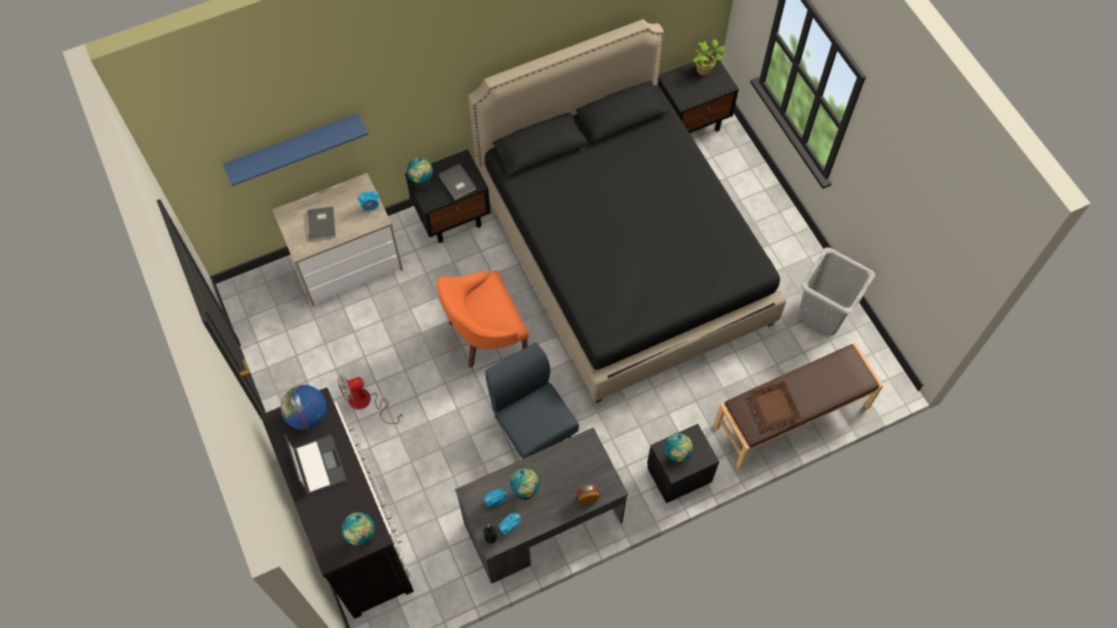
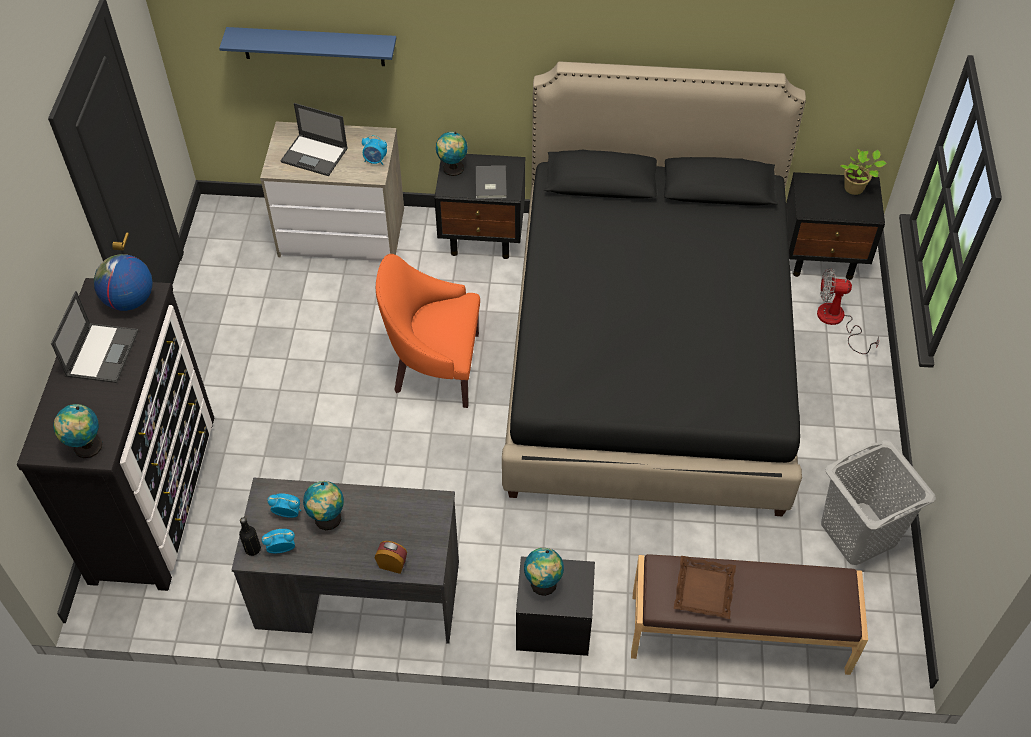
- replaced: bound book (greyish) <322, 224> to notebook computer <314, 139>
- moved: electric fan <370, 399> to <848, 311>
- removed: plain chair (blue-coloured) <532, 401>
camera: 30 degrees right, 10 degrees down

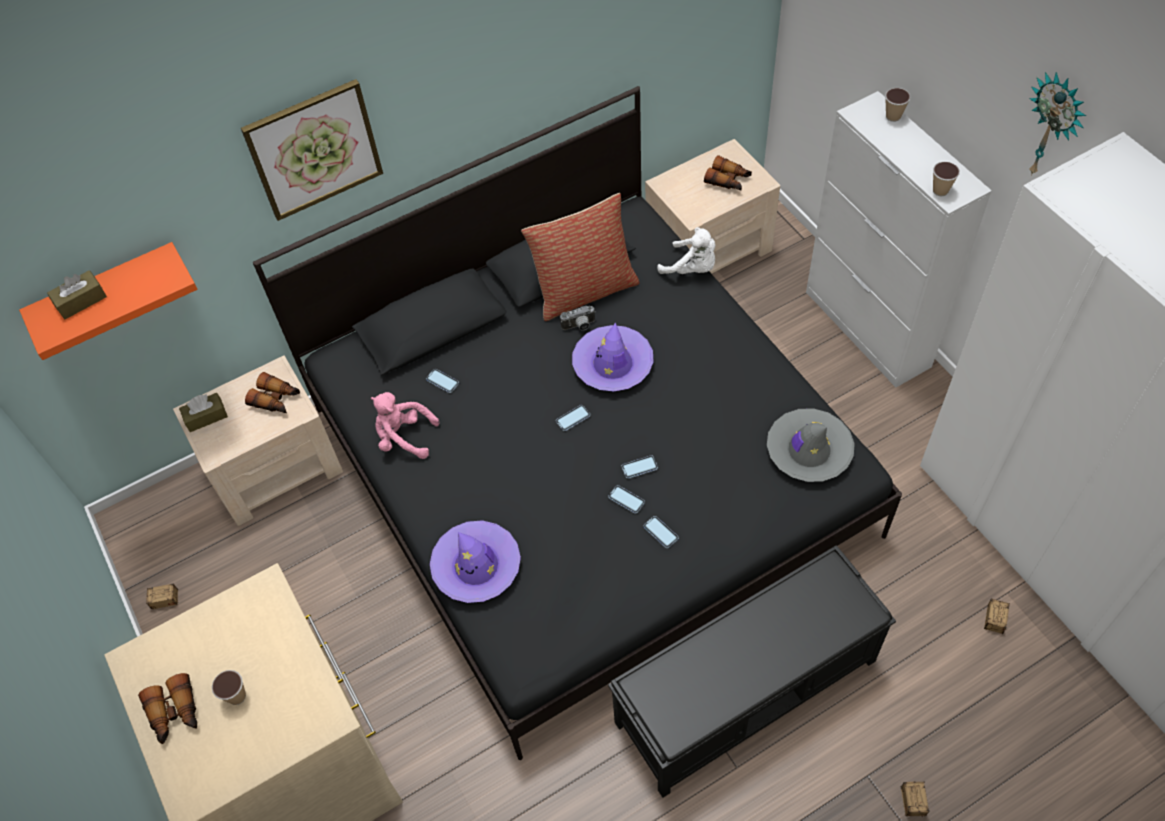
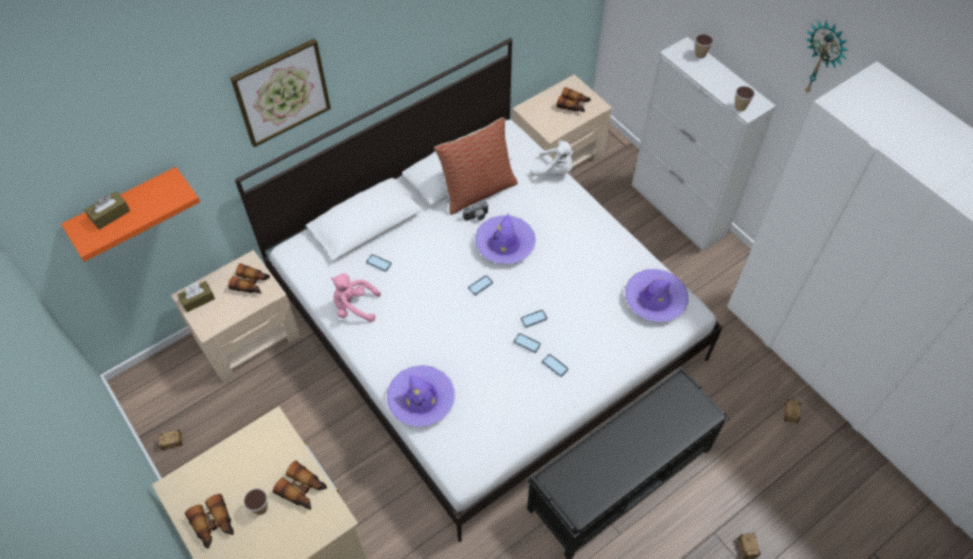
- recoloured: bed (black-coloured) <577, 423> to bed (white) <479, 290>
- added: field glasses <300, 485>
- recoloured: wearable hat (greyish) <811, 445> to wearable hat (purple) <656, 295>
camera: 10 degrees left, 0 degrees up

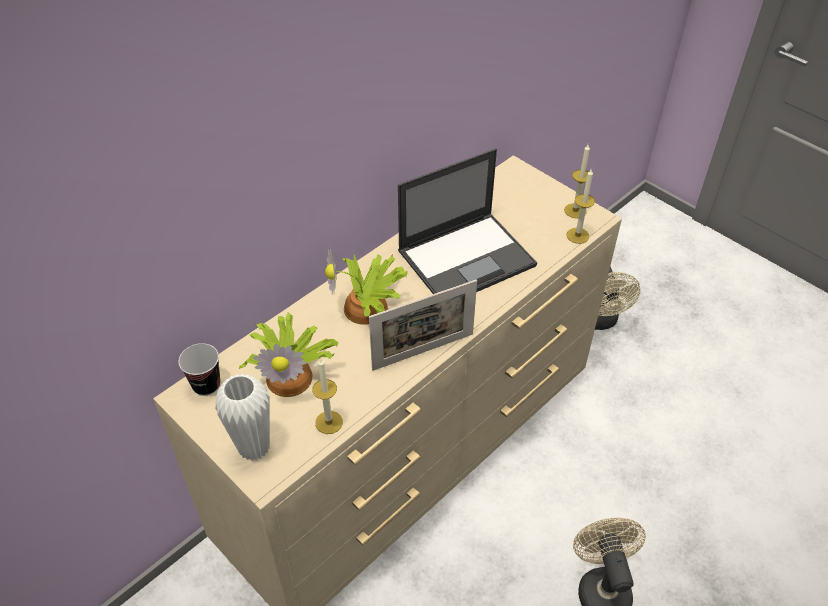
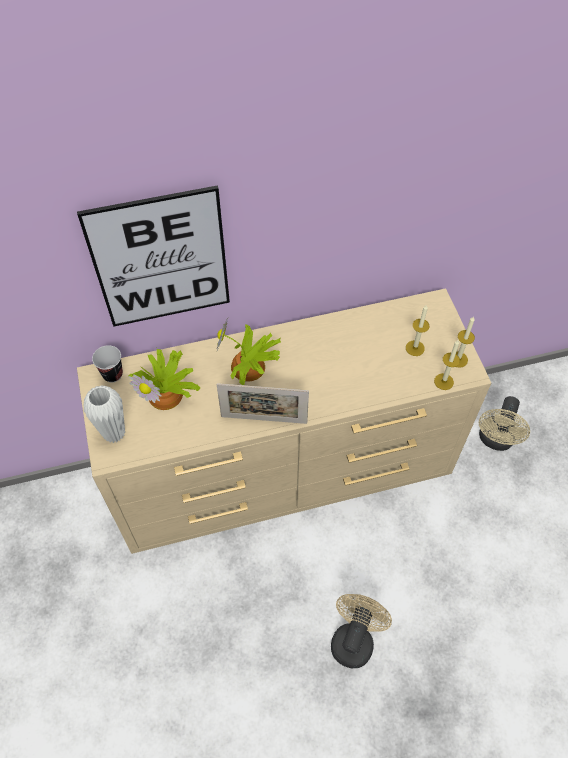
- added: wall art <153, 256>
- moved: wax candle <327, 396> to <417, 330>
- removed: notebook computer <467, 221>
camera: 30 degrees right, 10 degrees up

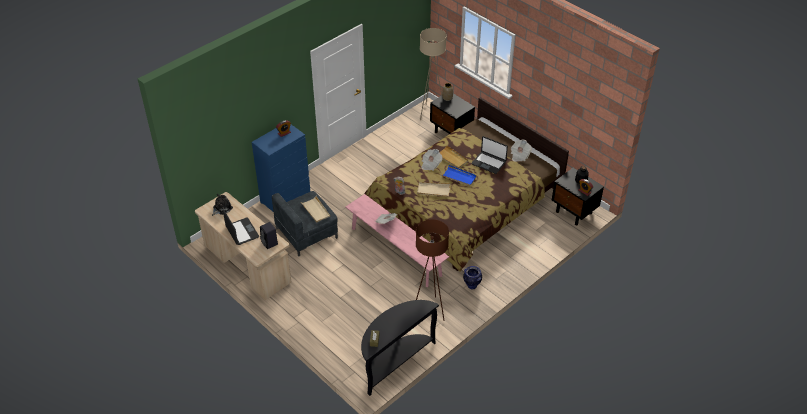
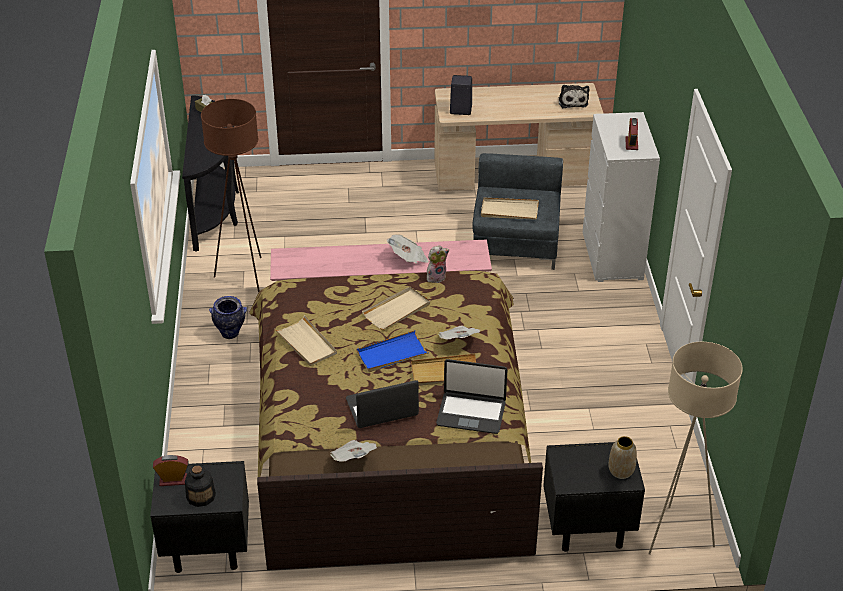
- added: carrying tray (sand-coloured) <306, 340>
- moved: notebook computer <241, 227> to <471, 396>
- recoloured: dresser (blue-coloured) <280, 168> to dresser (white) <621, 197>
camera: 130 degrees right, 5 degrees down

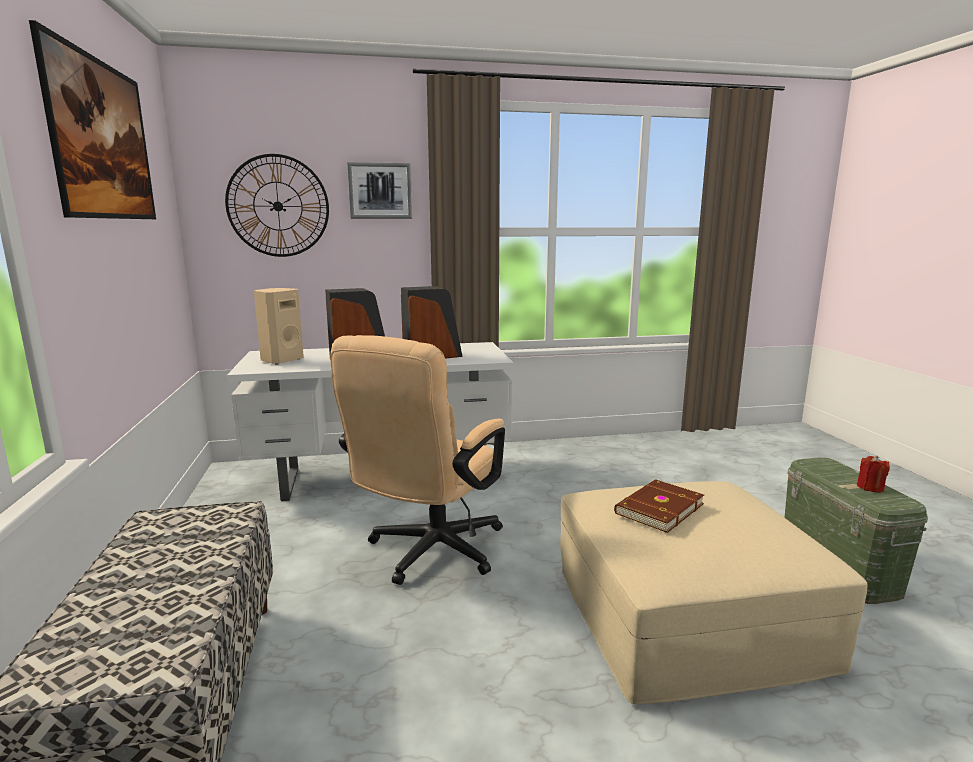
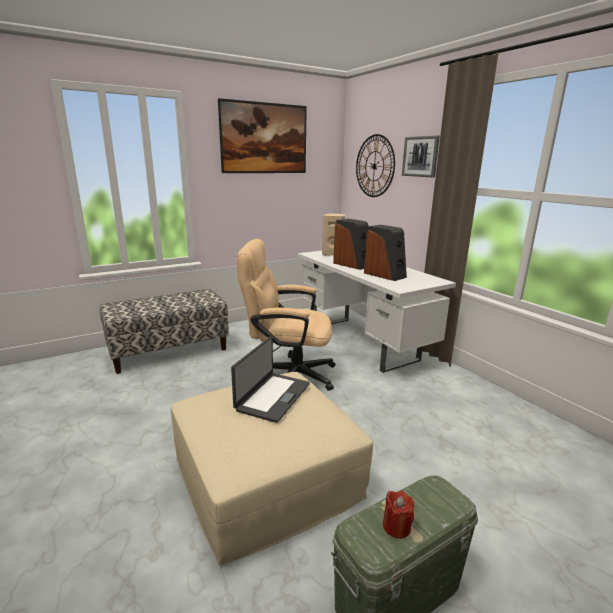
- replaced: bound book (brown) <659, 506> to notebook computer <270, 379>
camera: 70 degrees right, 5 degrees up

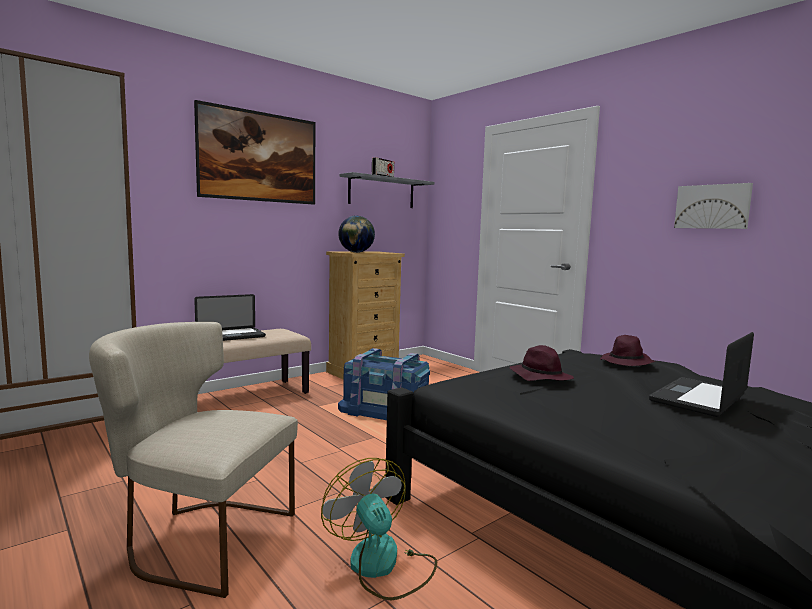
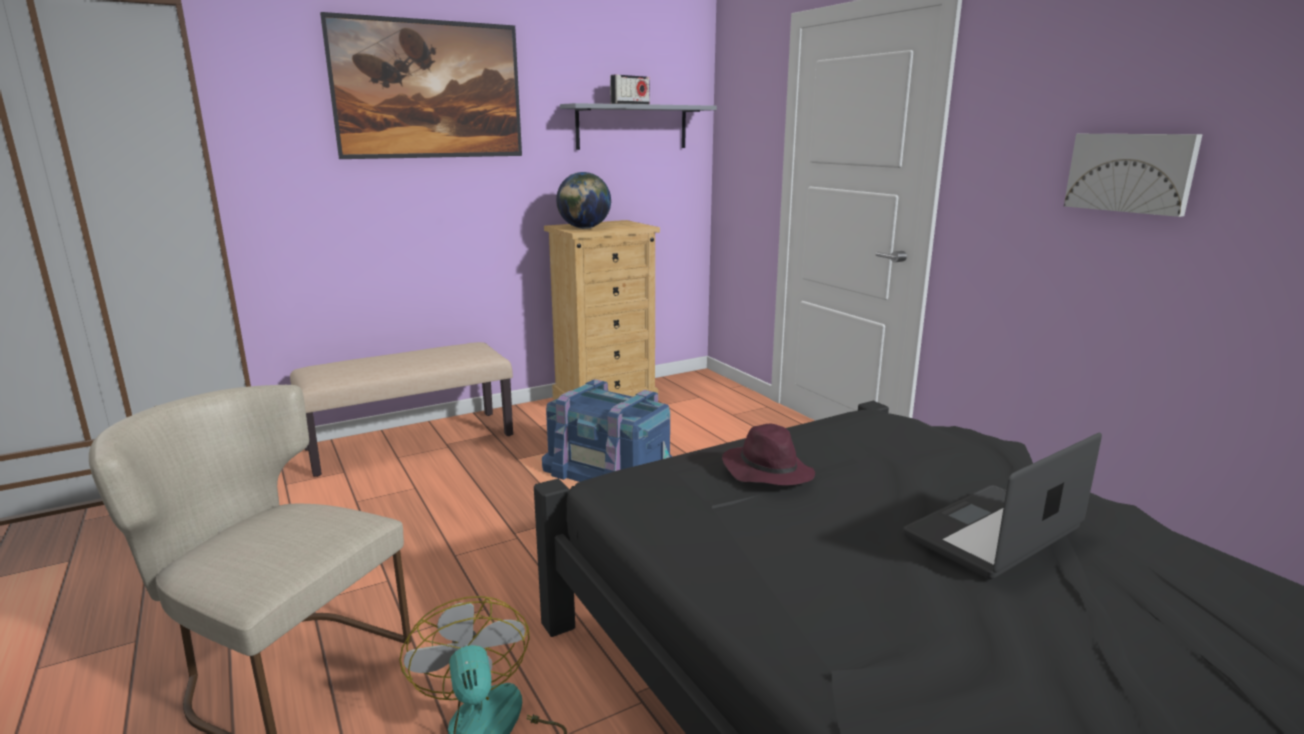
- removed: notebook computer <230, 317>
- removed: wearable hat (purple) <628, 350>
camera: 10 degrees right, 10 degrees up

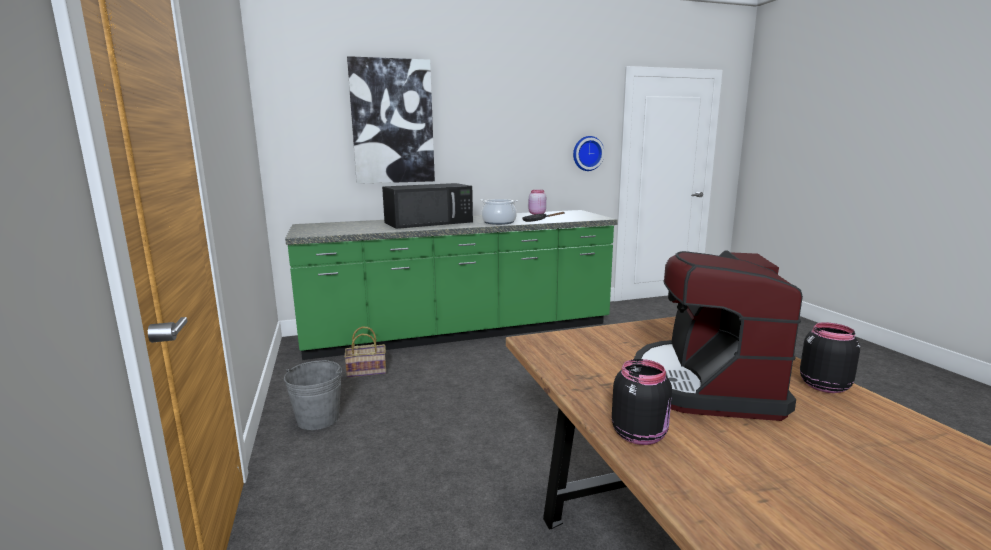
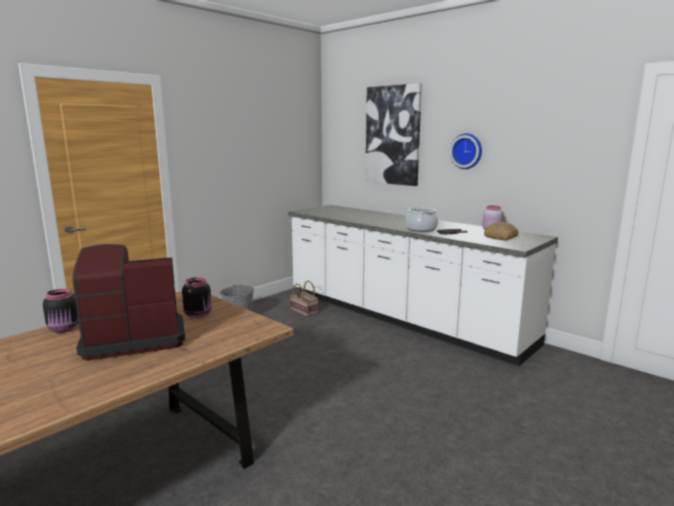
- moved: storage jar (black-coloured) <830, 357> to <197, 297>
- recoloured: counter (greenish) <451, 285> to counter (white) <423, 285>
- moved: hanging clock <588, 153> to <466, 151>
- added: bakery bread <501, 231>
- removed: microwave (black-coloured) <427, 206>
camera: 60 degrees right, 0 degrees up

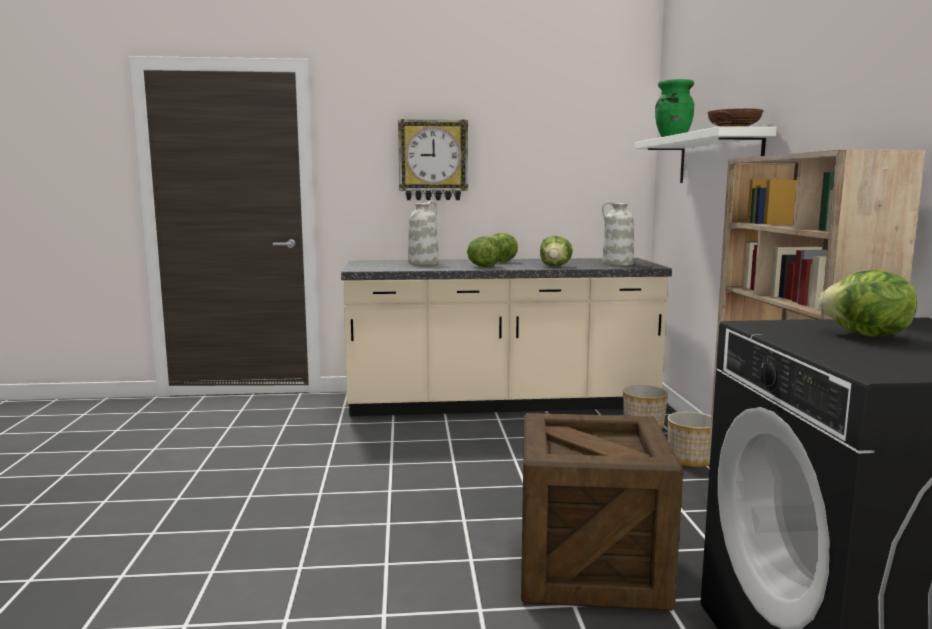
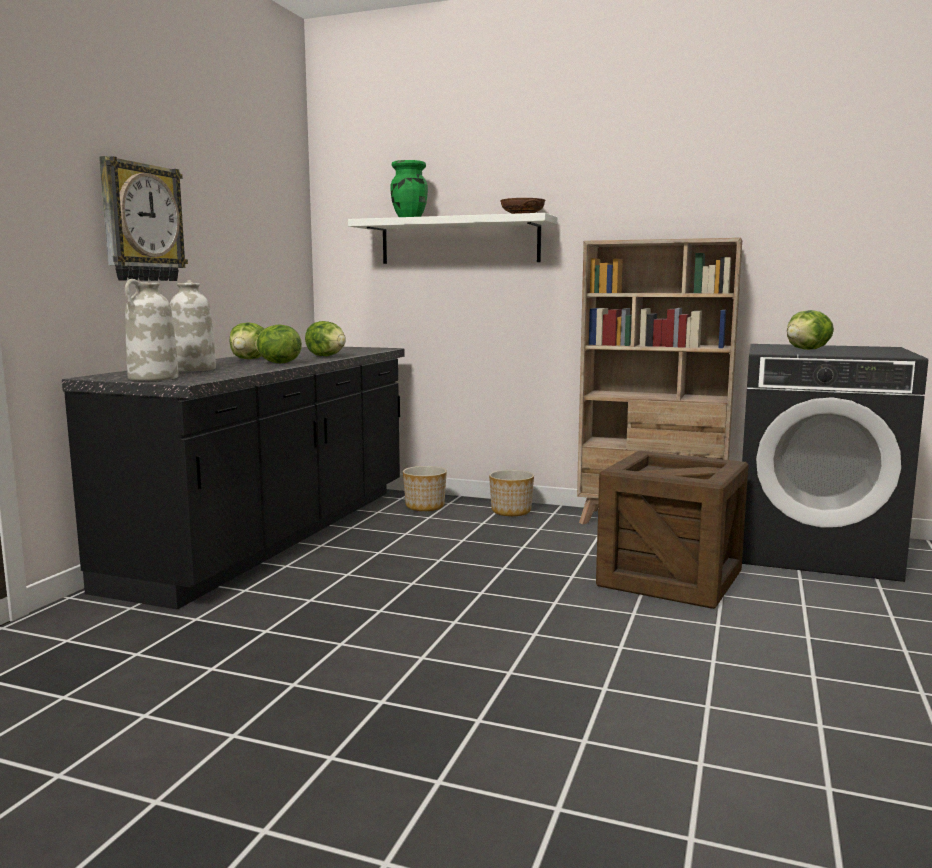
- recoloured: counter (sand-coloured) <506, 337> to counter (black-coloured) <233, 478>
- moved: vase (white) <618, 233> to <152, 330>
camera: 65 degrees left, 0 degrees up

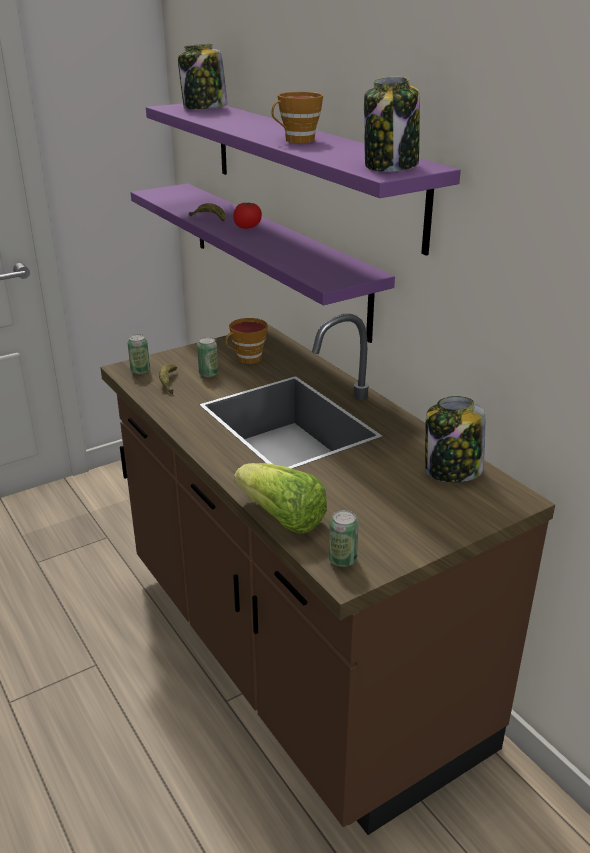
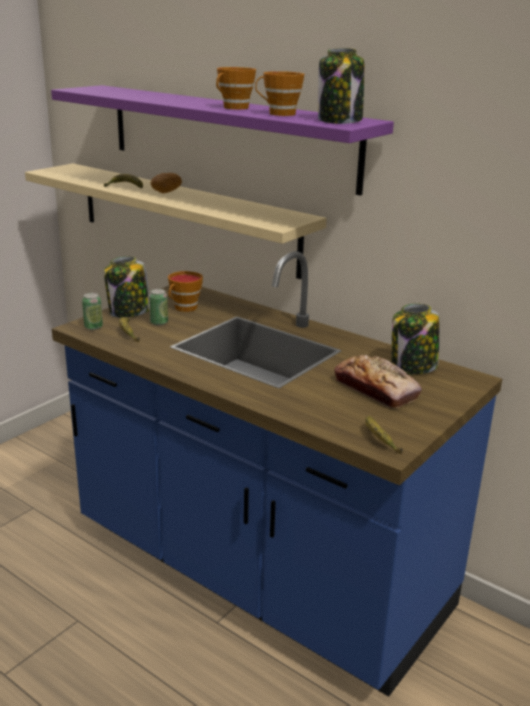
- recoloured: bracket shelf (purple) <263, 263> to bracket shelf (sand-coloured) <176, 221>
- recoloured: counter (brown) <327, 574> to counter (blue-coloured) <277, 474>
- moved: storage jar <202, 76> to <127, 287>
- replaced: whole tomato <247, 216> to whole potato <166, 183>
- added: small cup <279, 93>
- added: bakery bread <378, 381>
- replaced: sealed can <344, 538> to banana fruit <384, 435>
- removed: head of lettuce <280, 498>
camera: 20 degrees left, 5 degrees down

